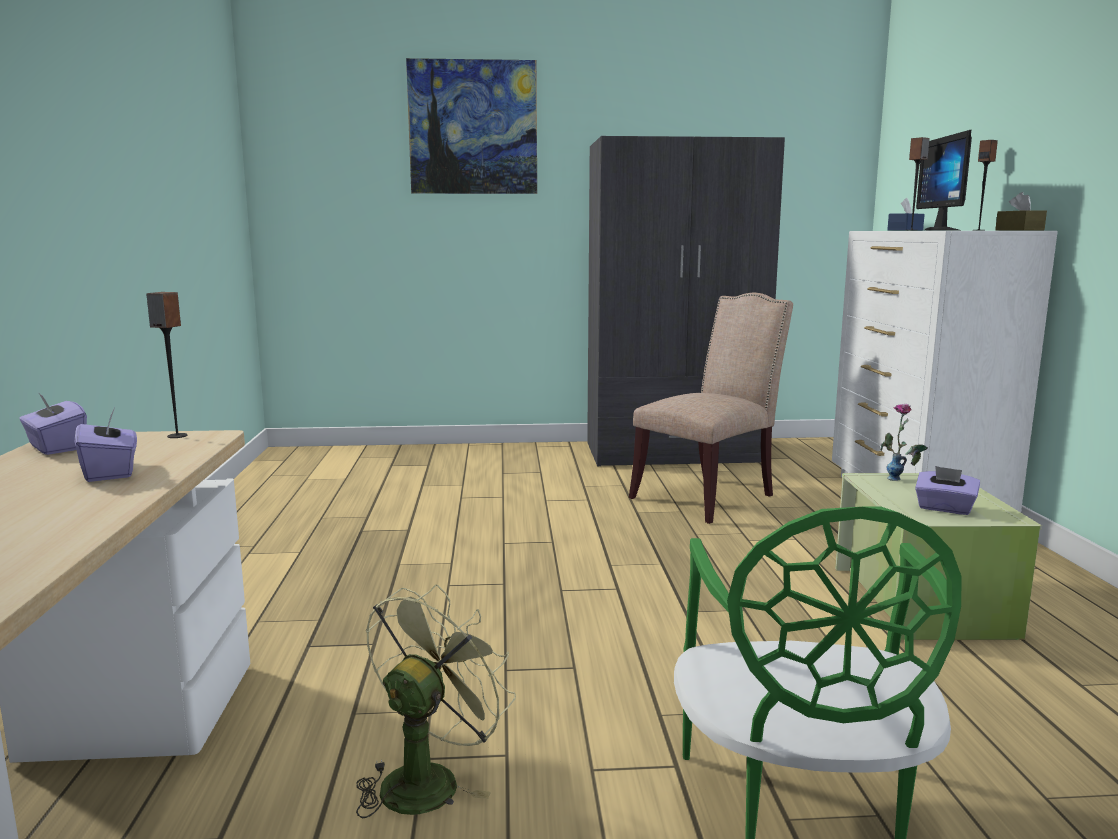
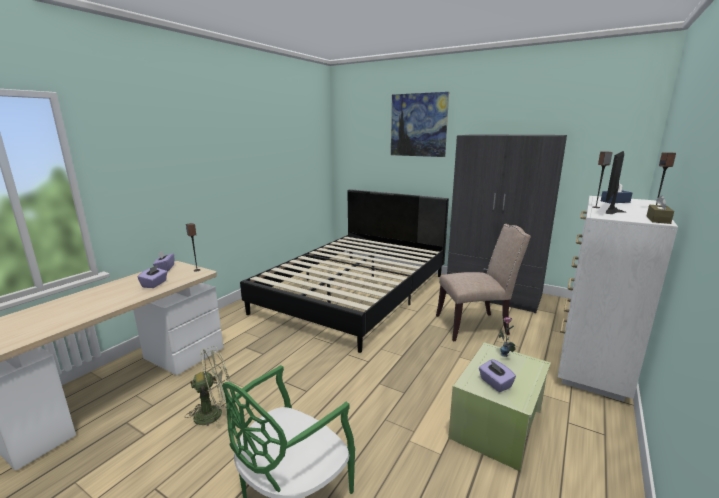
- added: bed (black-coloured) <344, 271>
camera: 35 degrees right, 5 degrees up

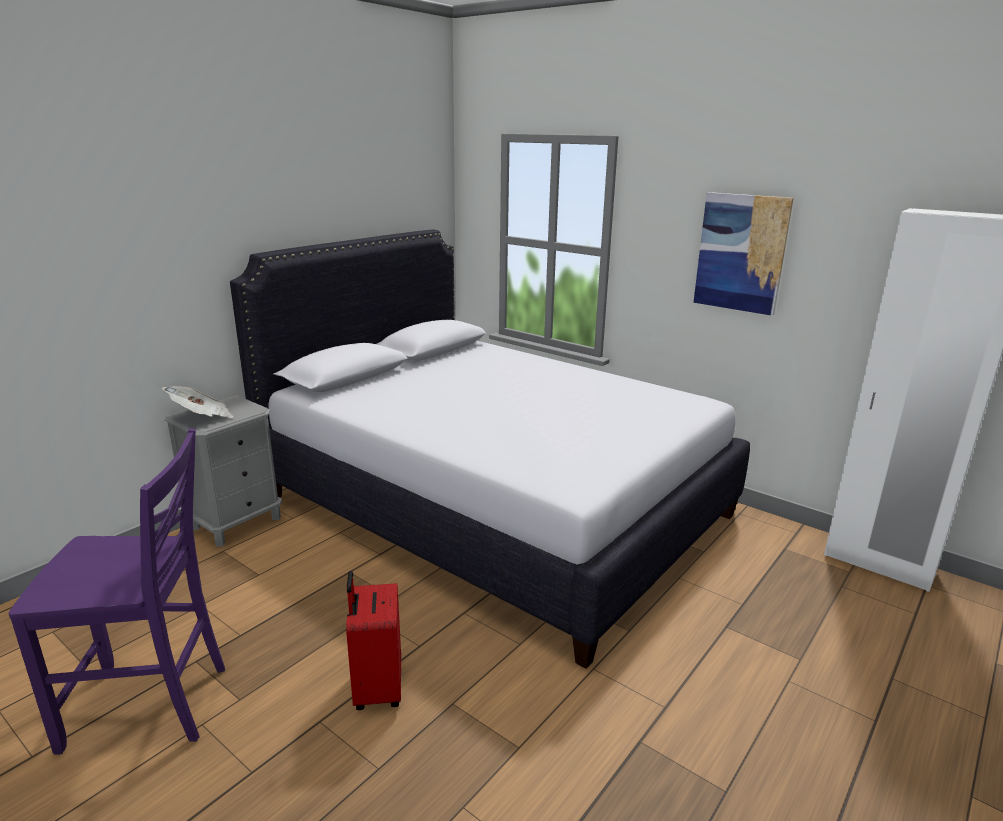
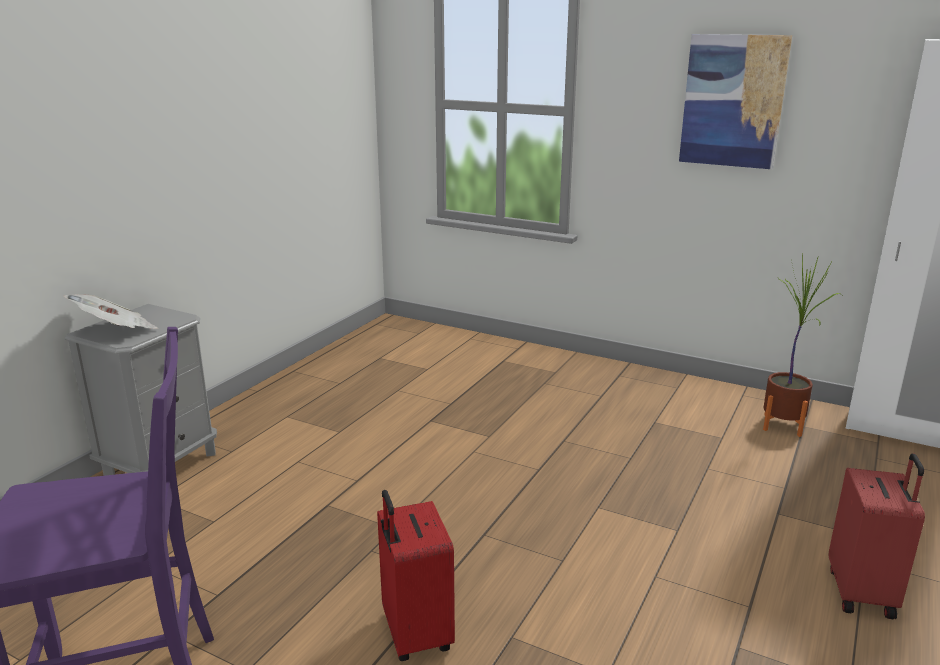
- added: houseplant <803, 345>
- added: travel case (reddish) <877, 536>
- removed: bed (white) <490, 449>
camera: 10 degrees left, 0 degrees up

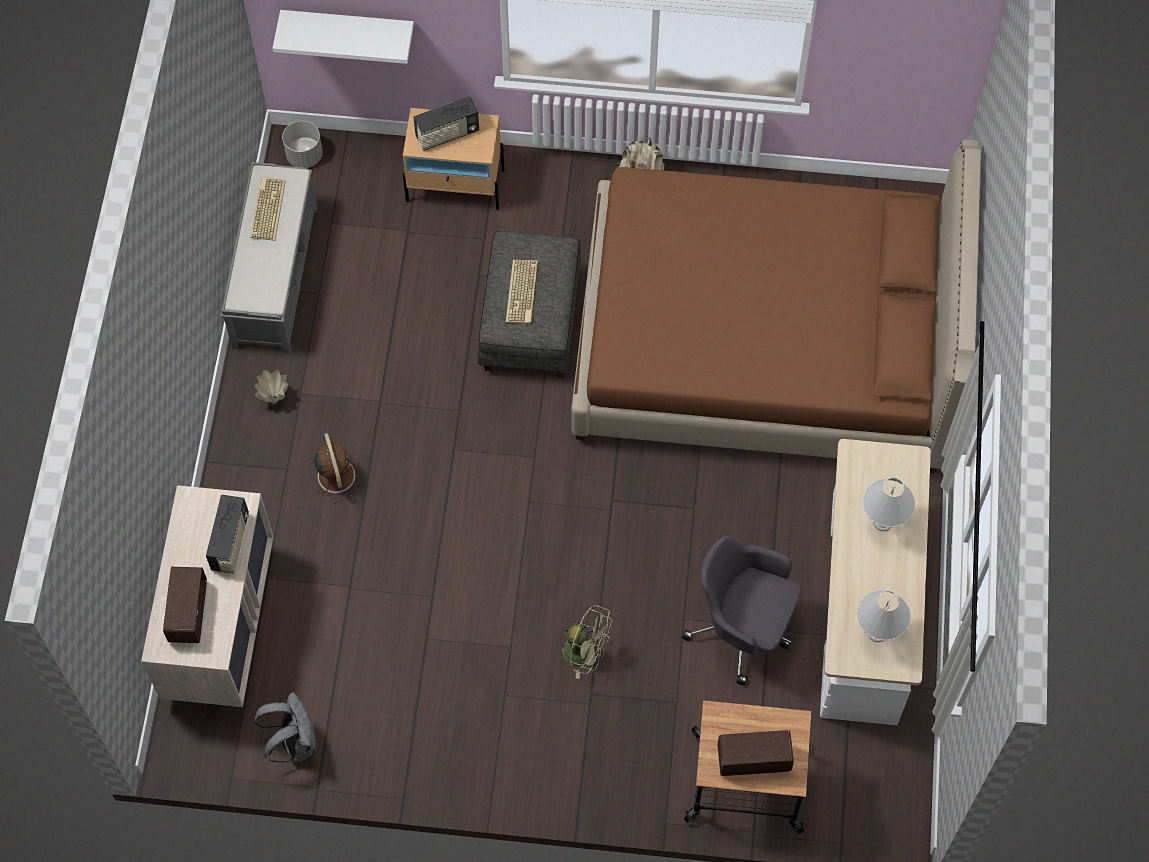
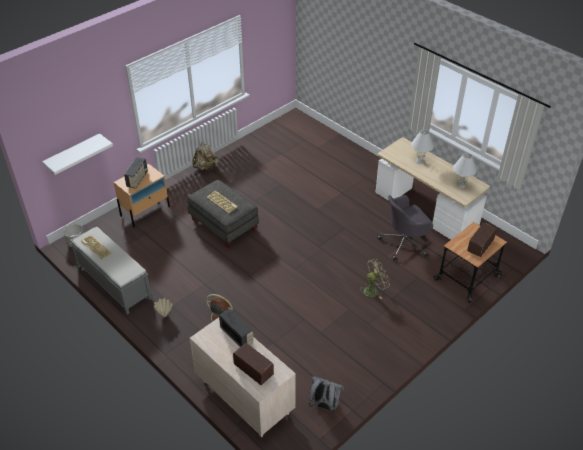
- removed: bed (brown) <776, 306>
camera: 50 degrees left, 20 degrees down

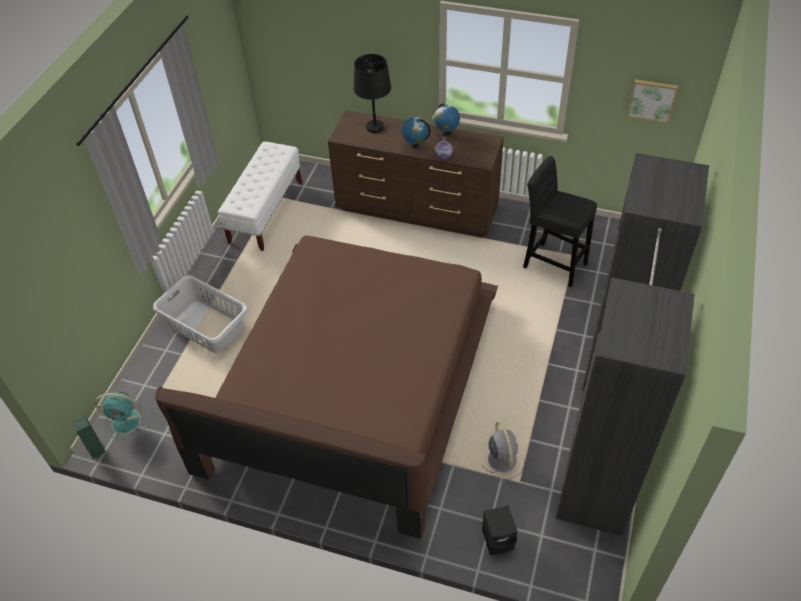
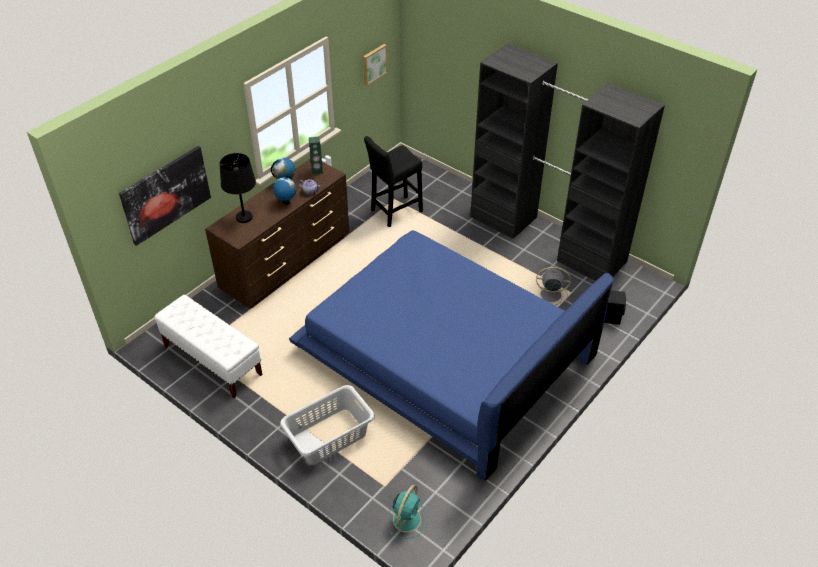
- added: wall art <165, 196>
- recoloured: bed (brown) <326, 387> to bed (blue-coloured) <451, 355>
- moved: loudspeaker (greenish) <88, 437> to <316, 156>
camera: 70 degrees left, 5 degrees down

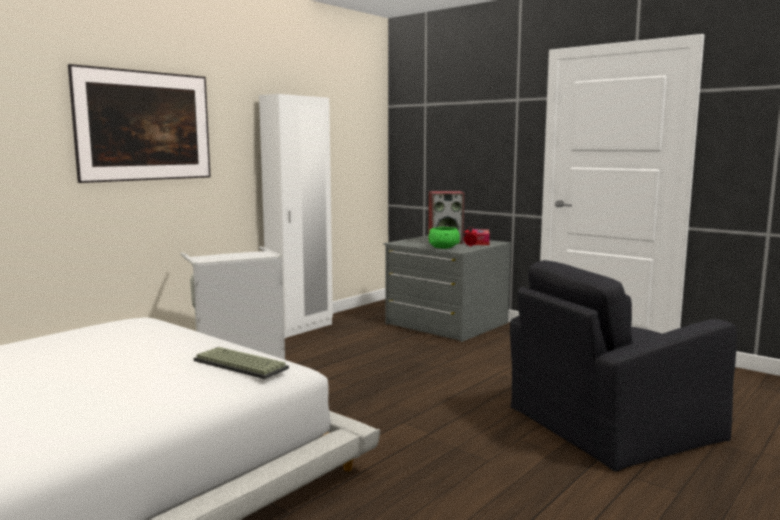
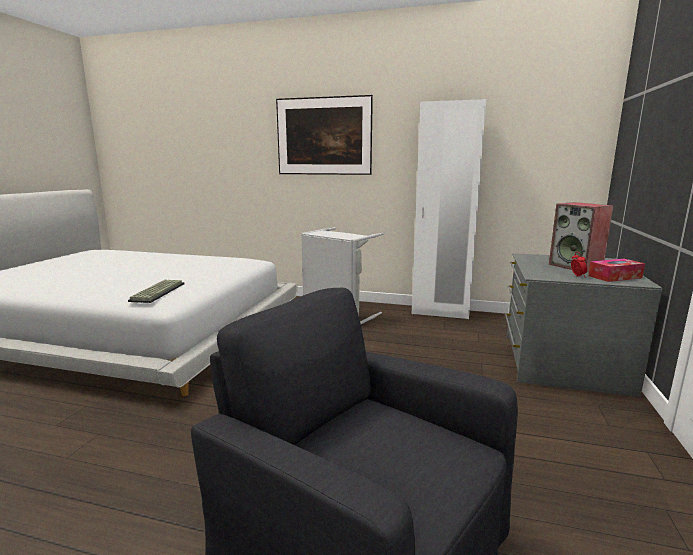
- removed: serving bowl (greenish) <444, 238>
camera: 65 degrees right, 5 degrees up

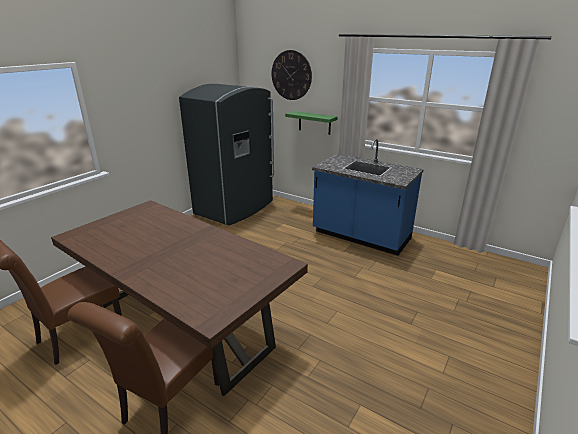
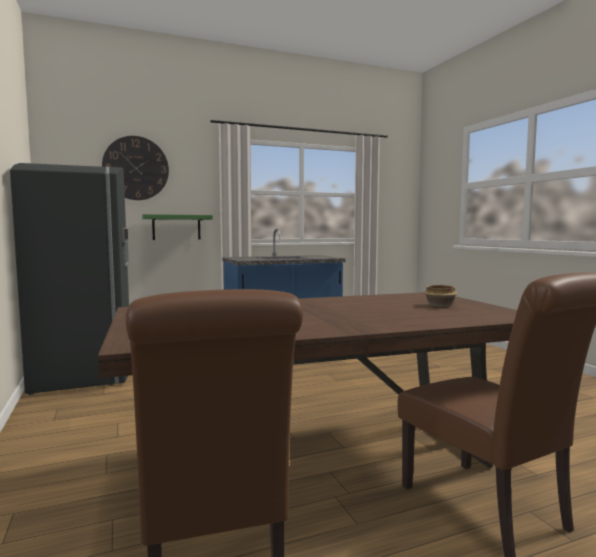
- added: serving bowl <441, 296>
camera: 55 degrees left, 20 degrees down

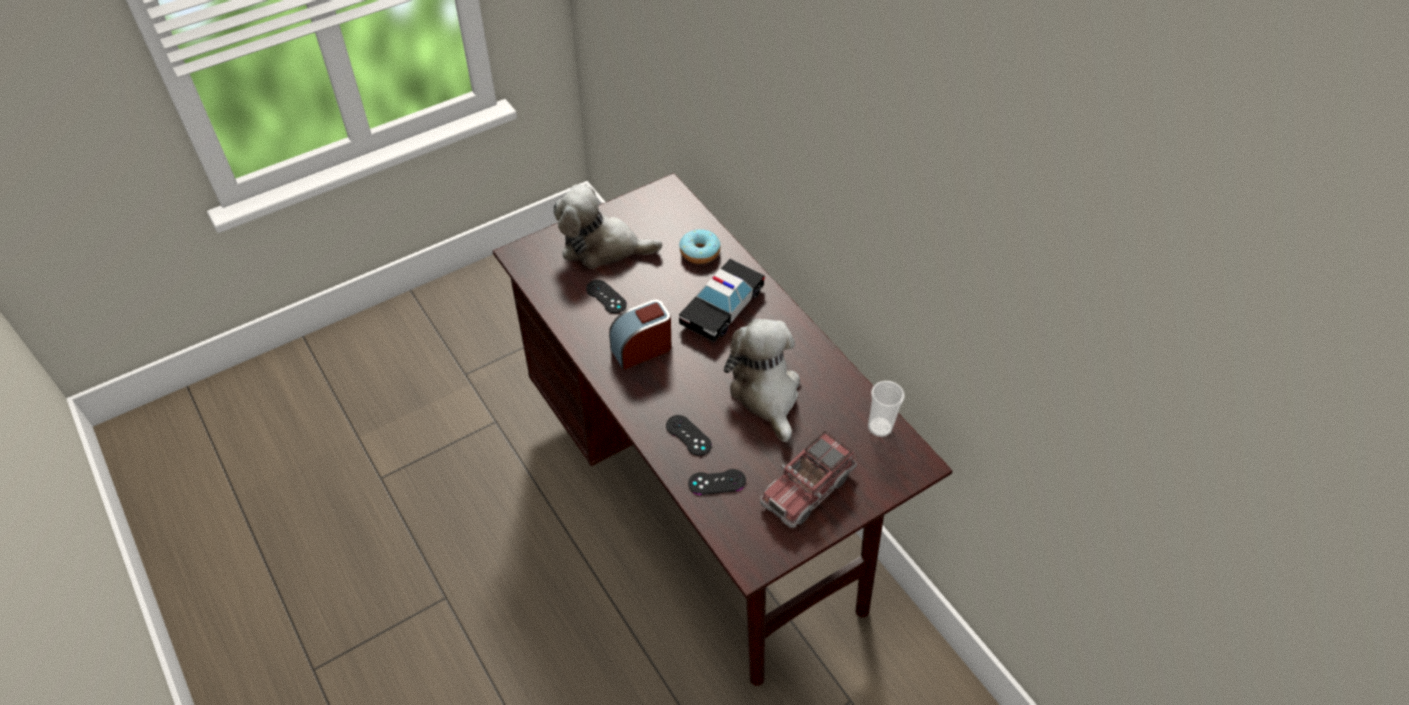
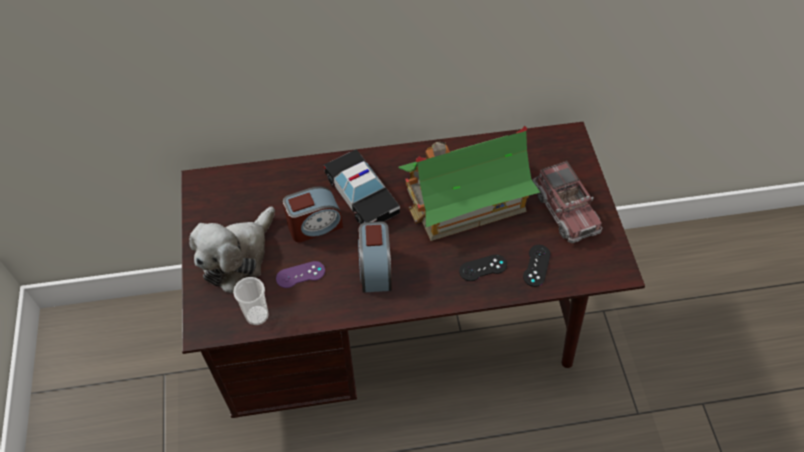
- moved: small cup <886, 409> to <251, 301>
- recoloured: joypad (black-coloured) <606, 296> to joypad (purple) <300, 274>
- added: bedside clock <313, 214>
- replaced: cuddly toy <762, 380> to miniature house <469, 183>
- removed: donut <699, 246>
camera: 65 degrees left, 5 degrees up

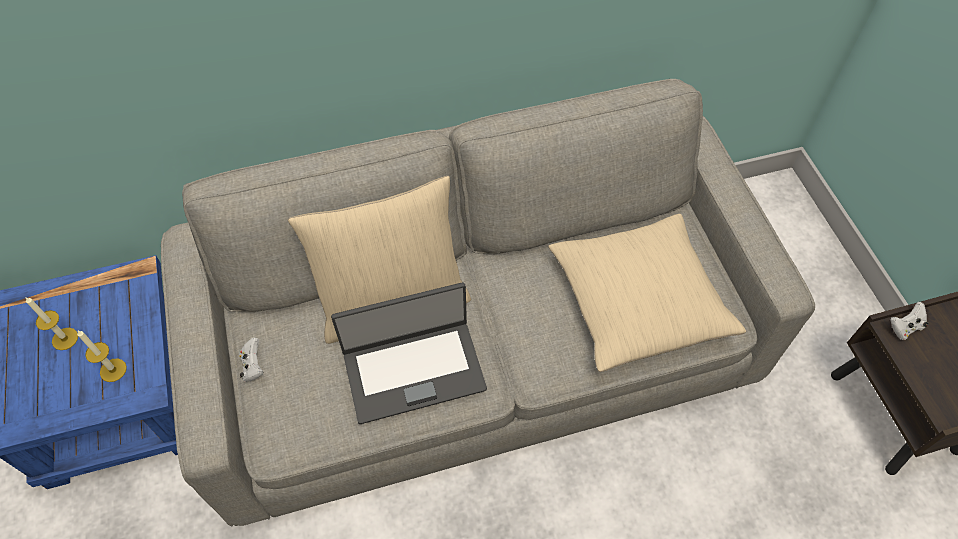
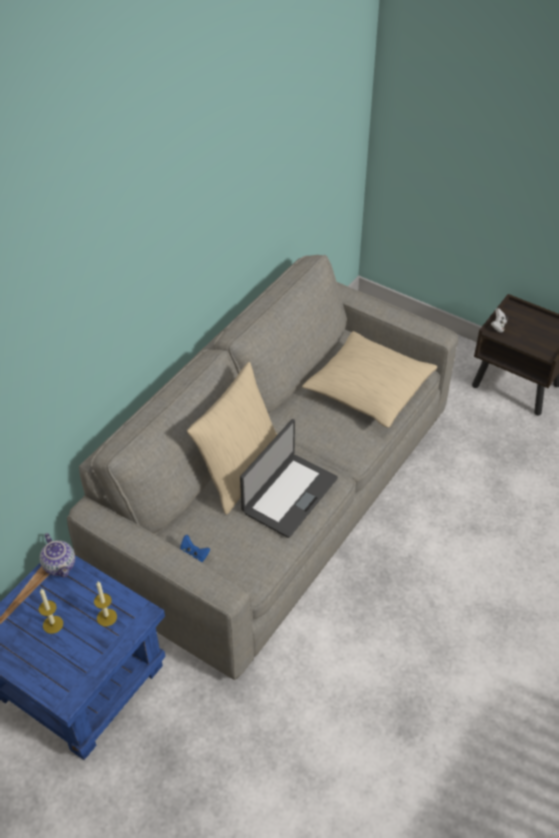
- added: pot for tea <57, 555>
- recoloured: joypad (white) <251, 359> to joypad (blue-coloured) <195, 548>
camera: 40 degrees left, 10 degrees down

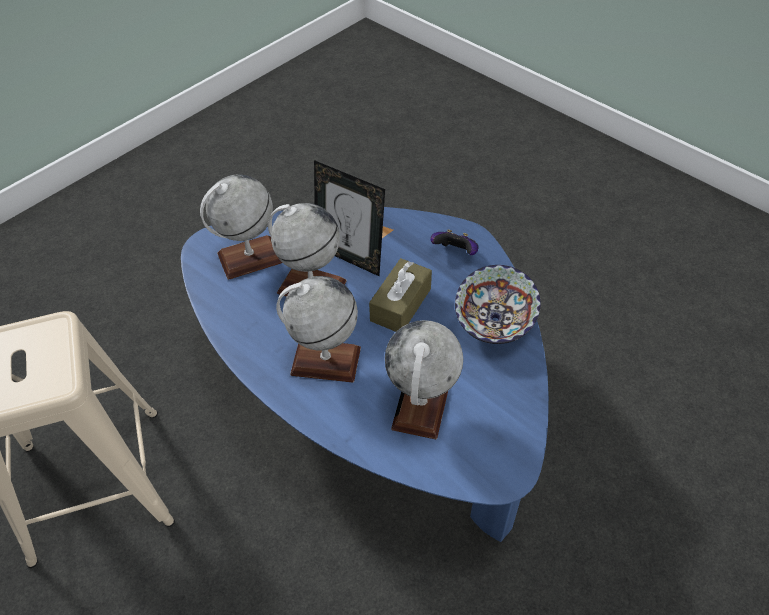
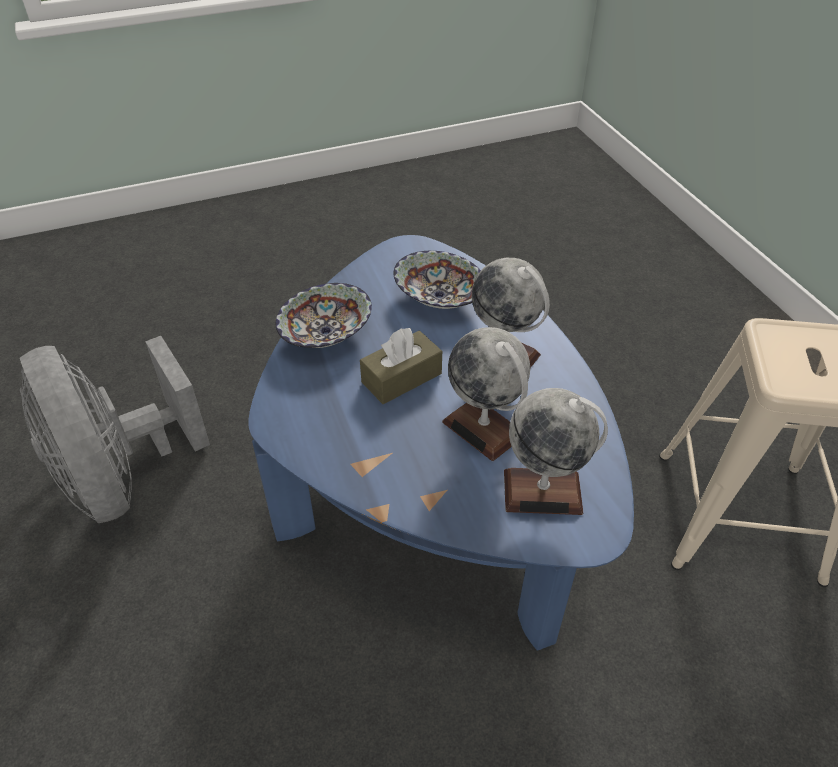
- added: electric fan (greyish) <115, 429>
- replaced: desk globe <424, 379> to serving bowl <437, 280>
- removed: standing frame <349, 218>
- removed: joypad <455, 242>
camera: 155 degrees left, 5 degrees down

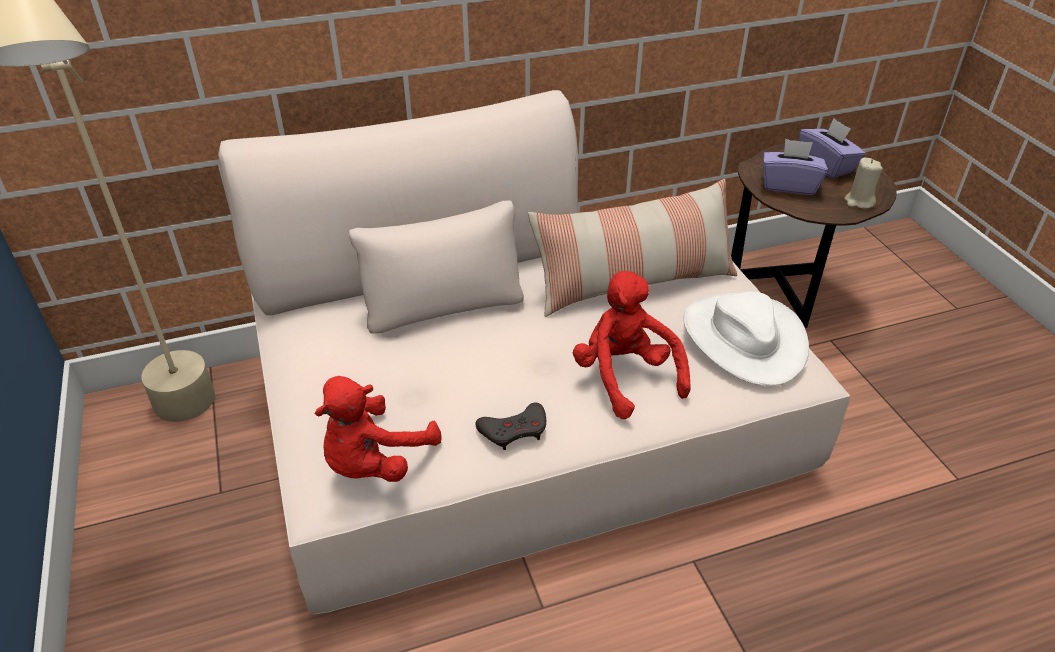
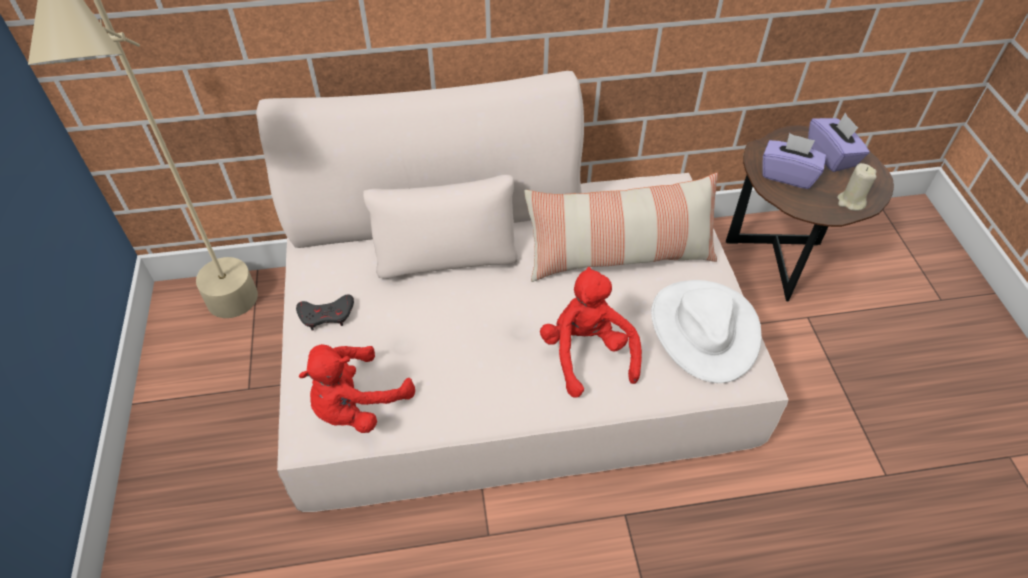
- moved: joypad (greyish) <510, 426> to <325, 312>
camera: 10 degrees right, 10 degrees up

